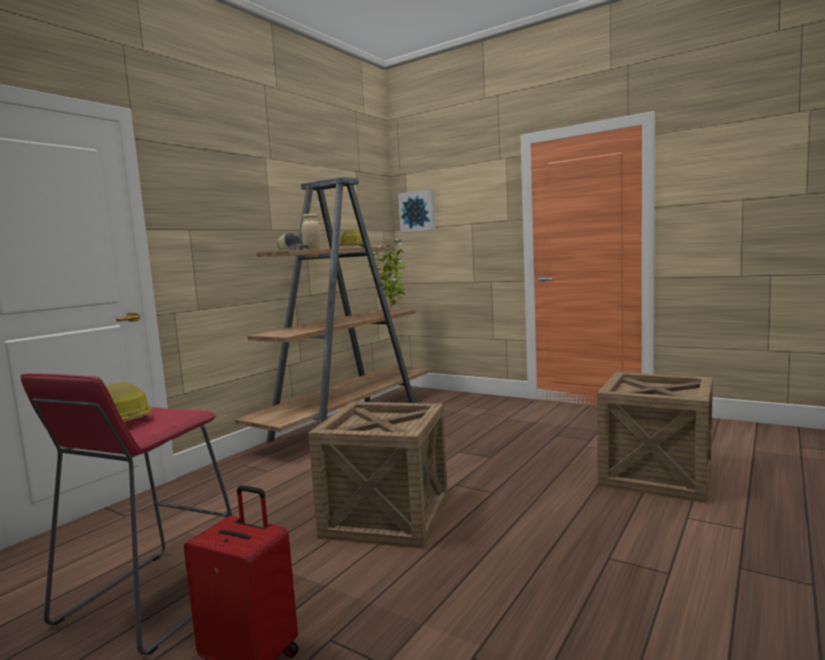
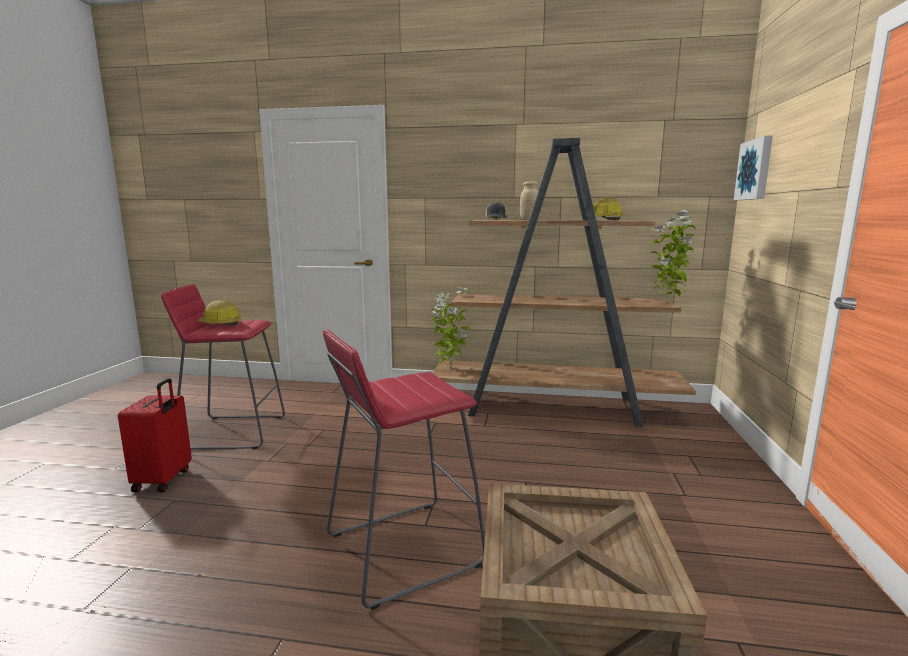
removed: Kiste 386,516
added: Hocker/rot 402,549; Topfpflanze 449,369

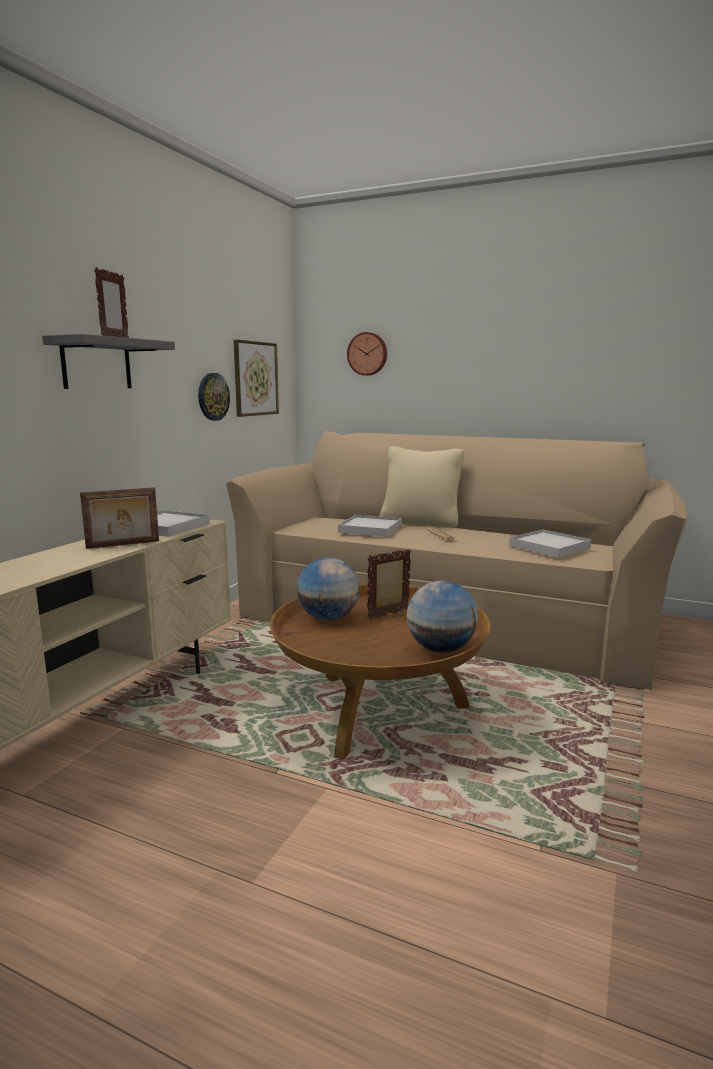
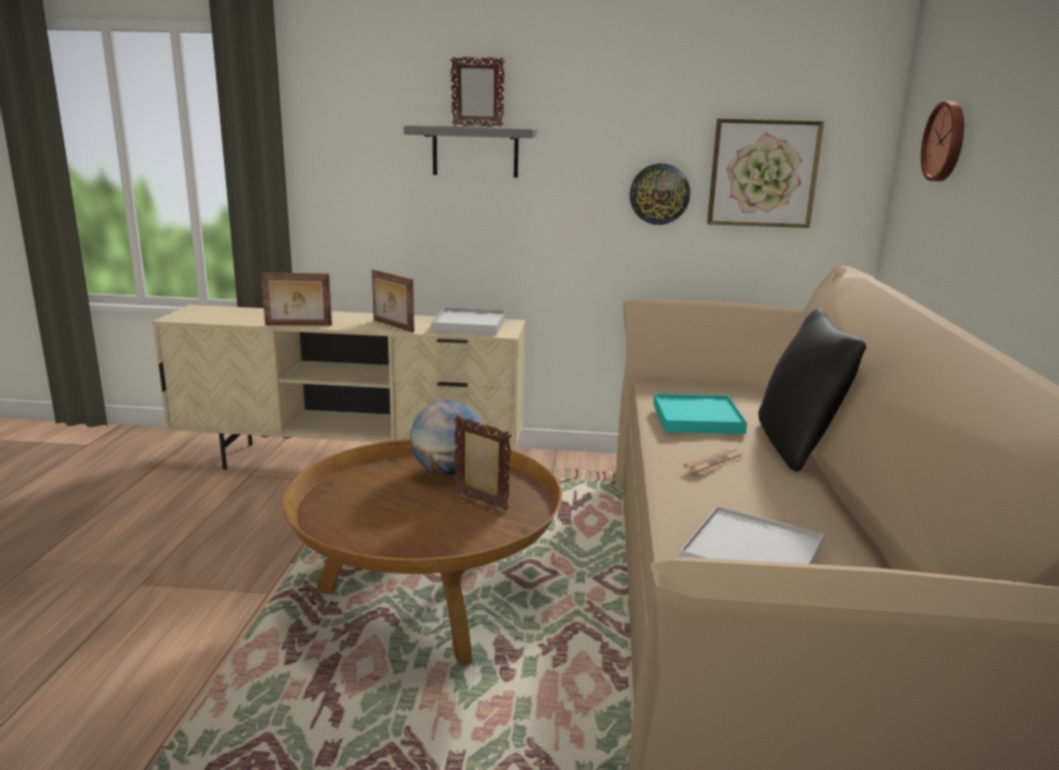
removed: Globus 441,649
added: Bilderrahmen 298,325
recoloured: Tablett/weiß 370,529 to Tablett/türkis 697,418; Kissen/beige 420,523 to Kissen/schwarz 797,446

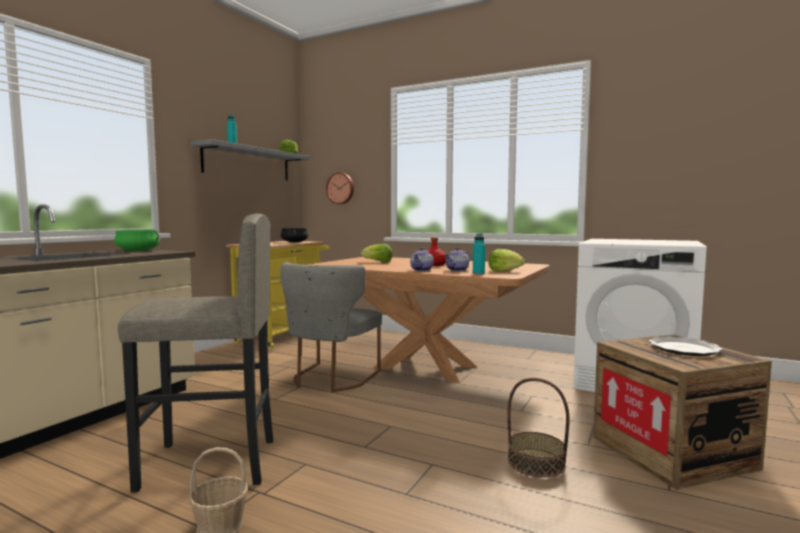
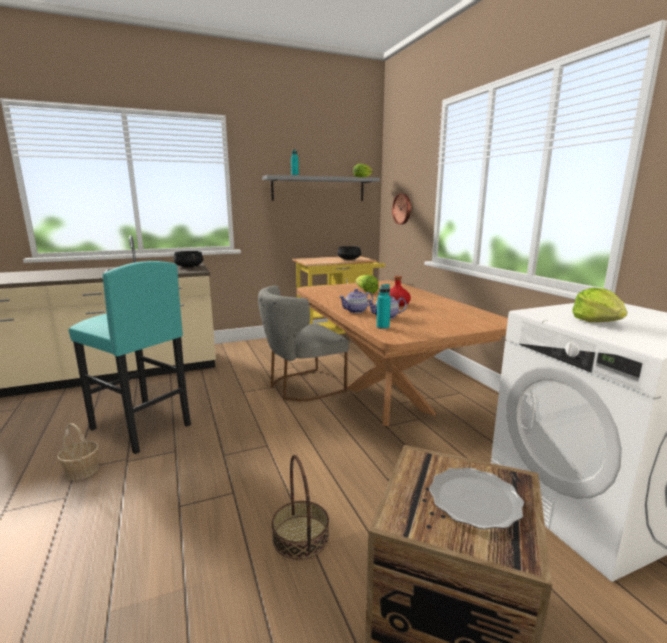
moved: Salatkopf 505,271 to 597,322
recoloured: Kochtopf/grün 138,250 to Kochtopf/schwarz 189,267; Hocker/grau 209,464 to Hocker/türkis 140,427

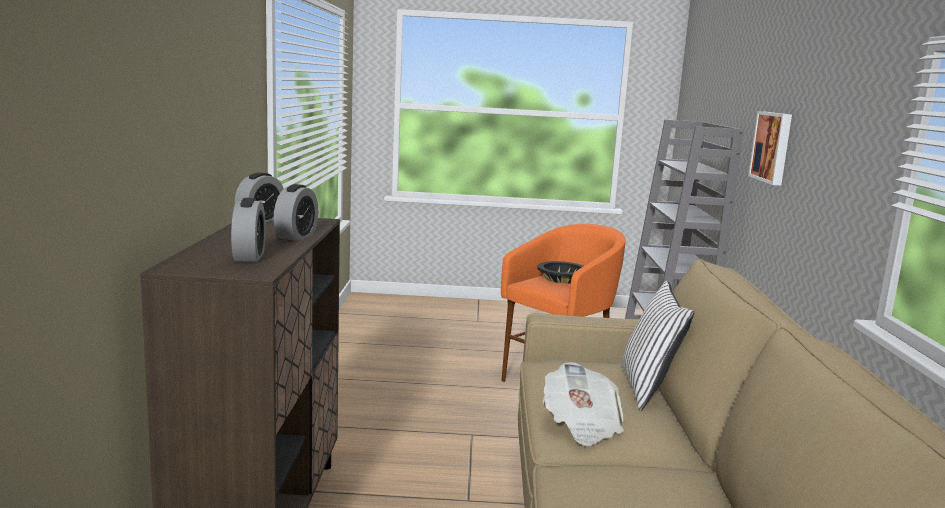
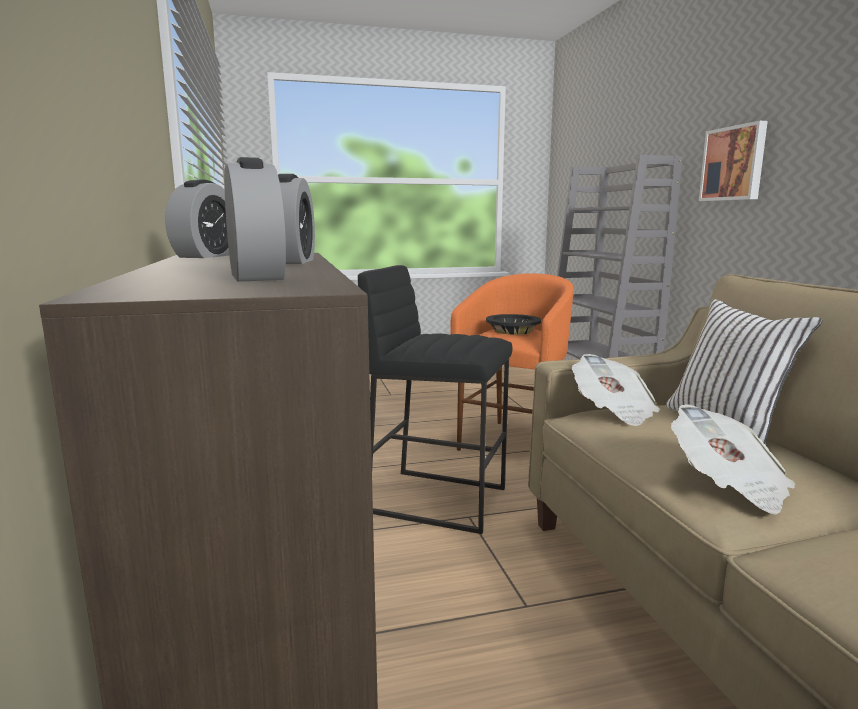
added: Hocker/schwarz 438,499; Zeitung 613,411

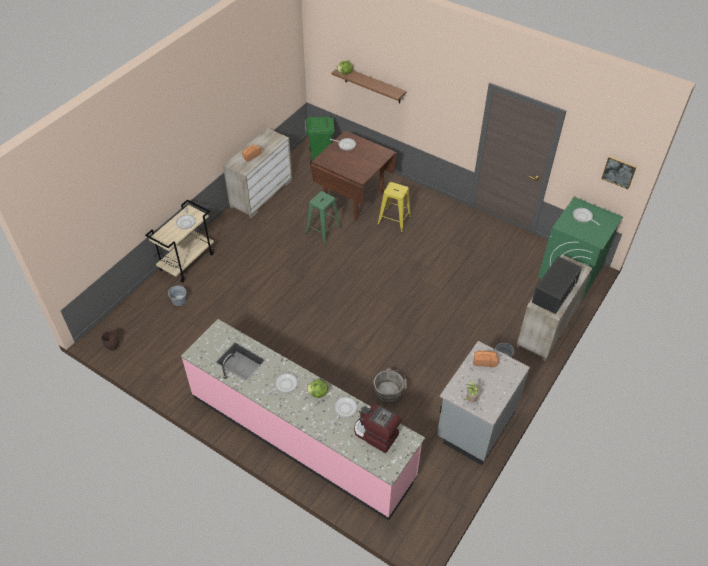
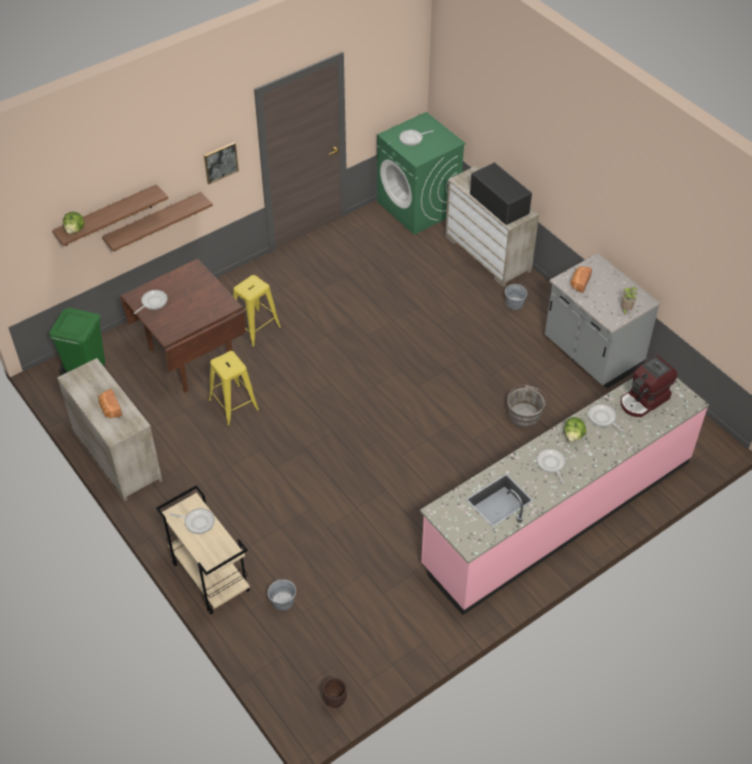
added: Wandregal 153,222
moved: Bild 619,172 to 220,162
recoloured: Hocker/grün 323,231 to Hocker/gelb 233,405

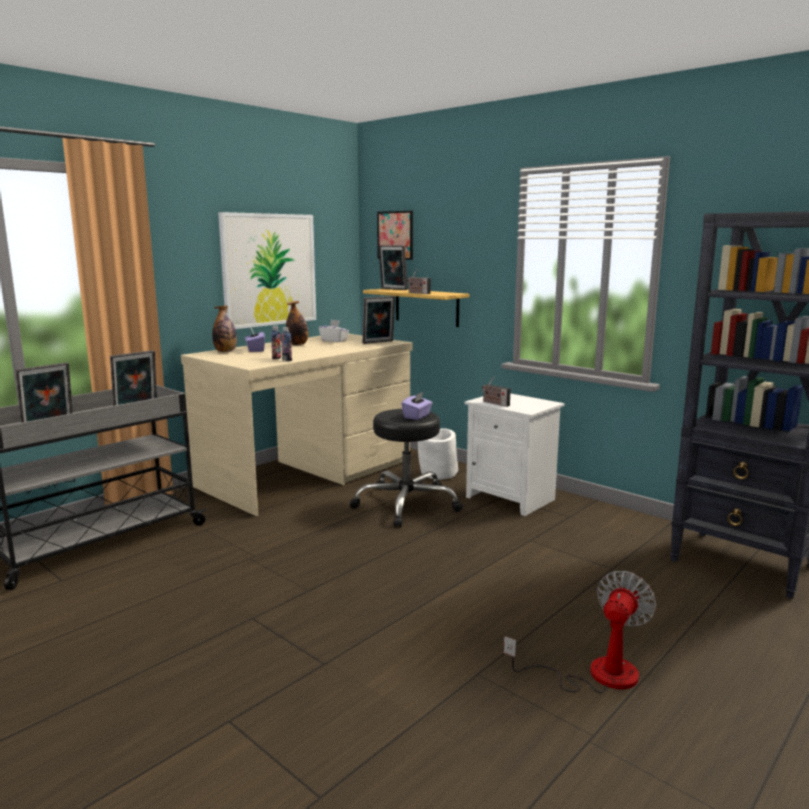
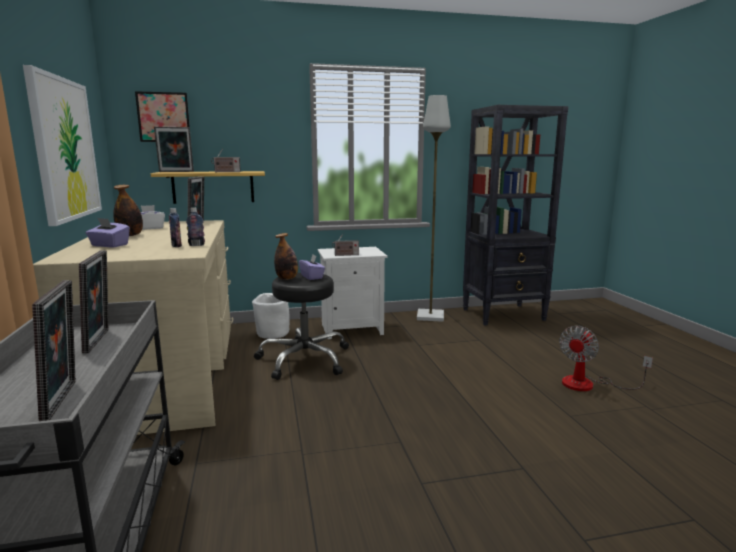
added: Stehlampe/grau 429,316
moved: Flasche 225,351 to 287,278
turned: Ventilator 596,674 = 589,384 120 degrees counterclockwise

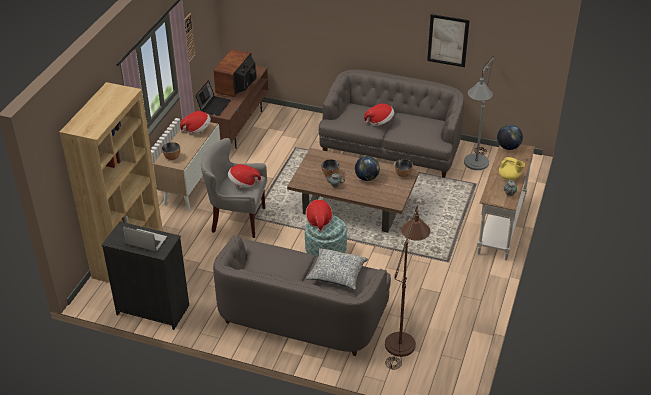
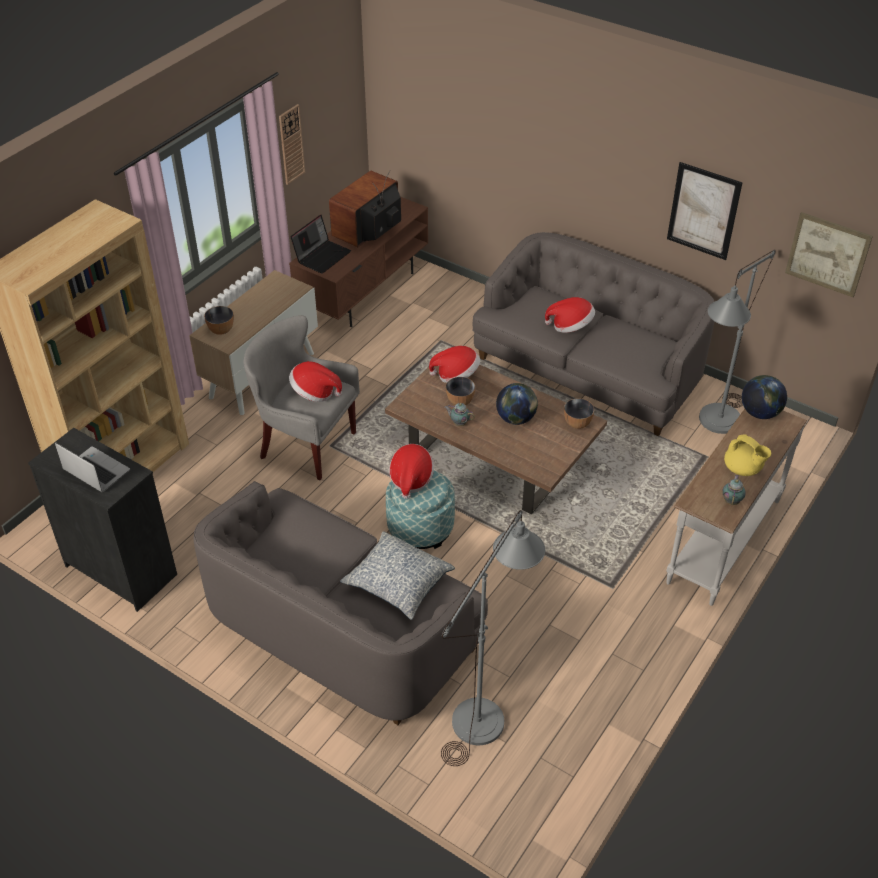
added: Bild 827,254
moved: Hut 197,130 to 456,375
recoloured: Stehlampe/braun 402,338 to Stehlampe/grau 486,711

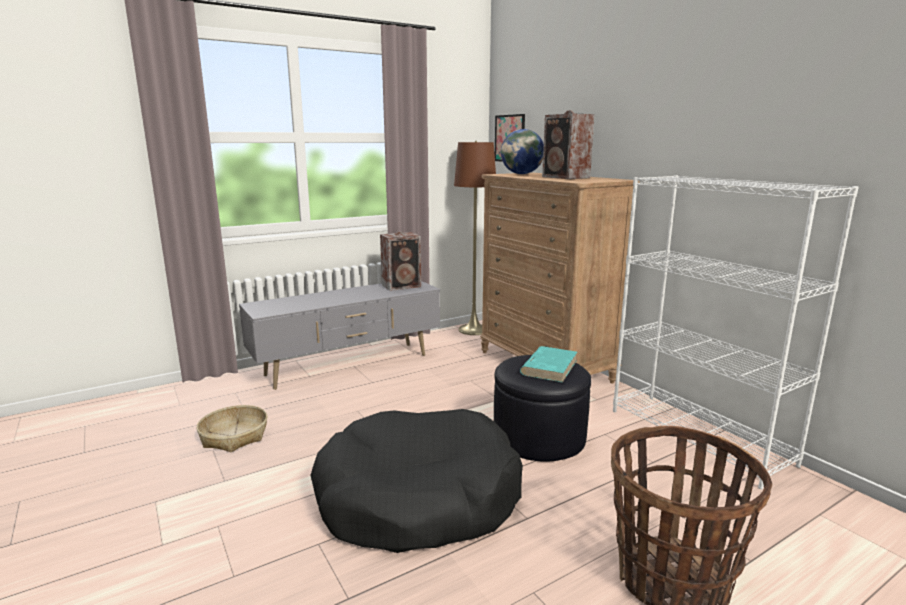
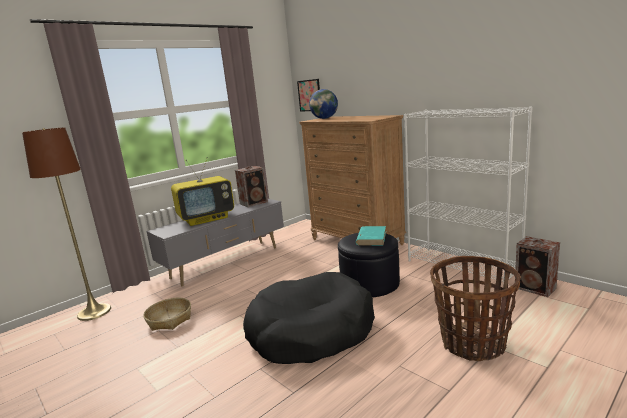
added: Fernseher 207,218
moved: Stehlampe/braun 473,330 to 94,312; Lautsprecher 566,177 to 536,288

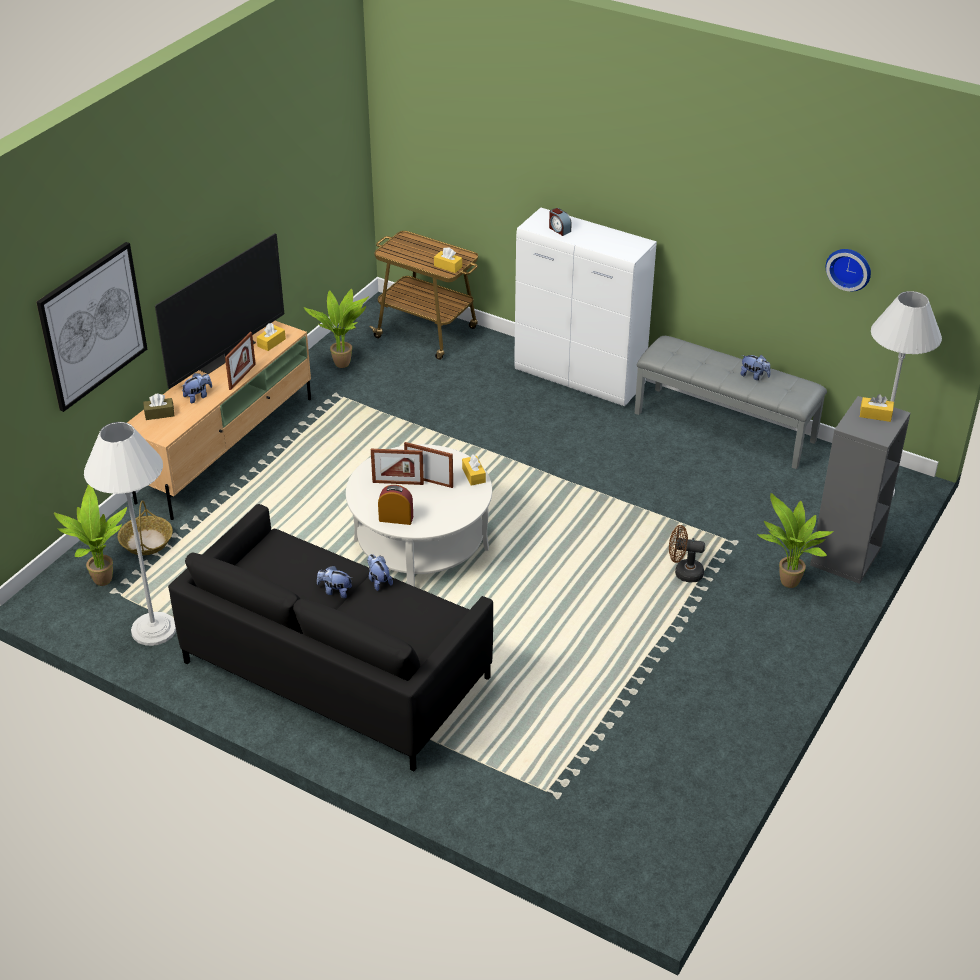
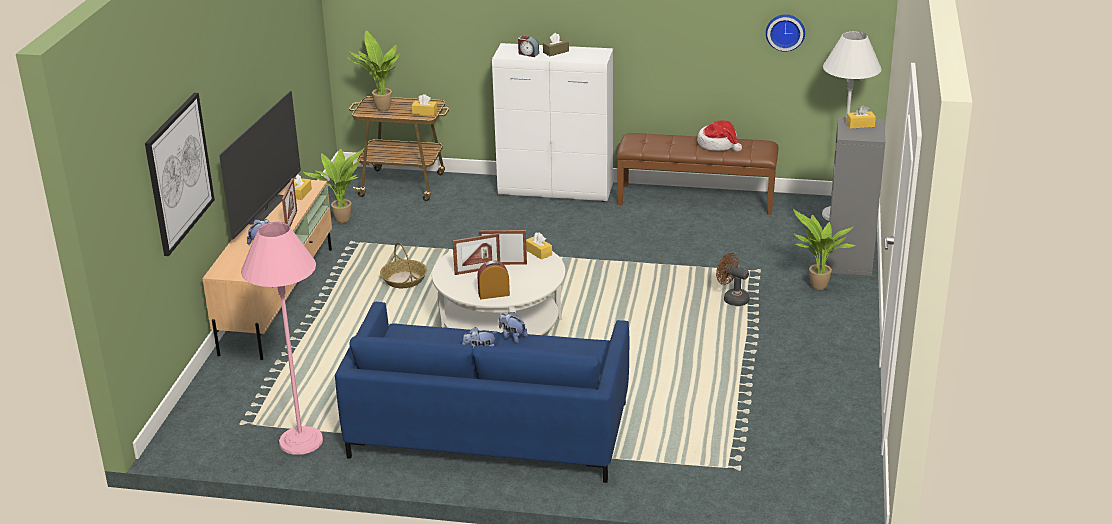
moved: Topfpflanze 100,580 to 380,109; Korb 146,542 to 404,279; Taschentuchbox/braun 159,414 to 556,52
replaced: Plüschtier 754,376 to Hut 718,144
recoloured: Stehlampe/weiß 154,629 to Stehlampe/rosa 301,441; Sofa/schwarz 337,669 to Sofa/blau 489,429; Bank/grau 725,426 to Bank/braun 696,199
turned: Ventilator/braun 684,572 = 732,299 45 degrees clockwise

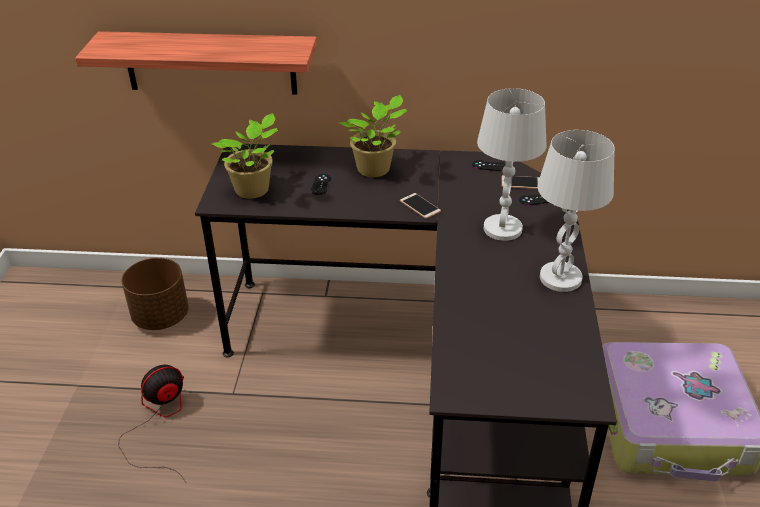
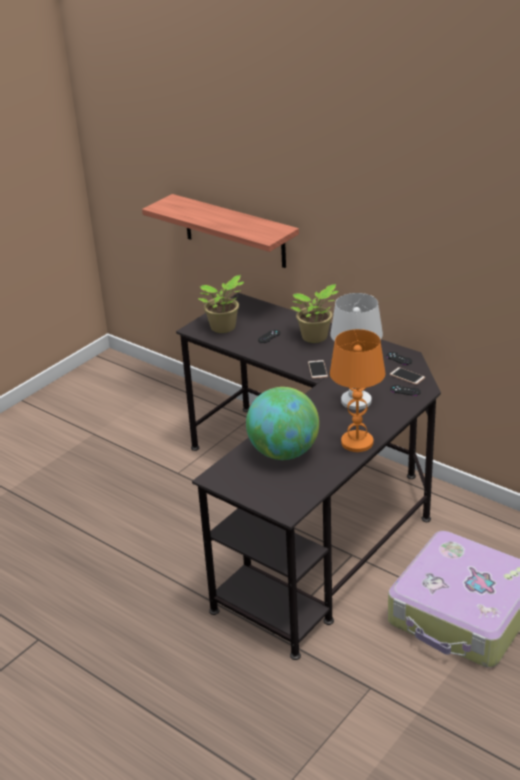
removed: Ventilator 159,422; Pflanzkübel/braun 161,317
added: Globus 283,452
recoloured: Tischlampe/weiß 560,278 to Tischlampe/orange 357,442

